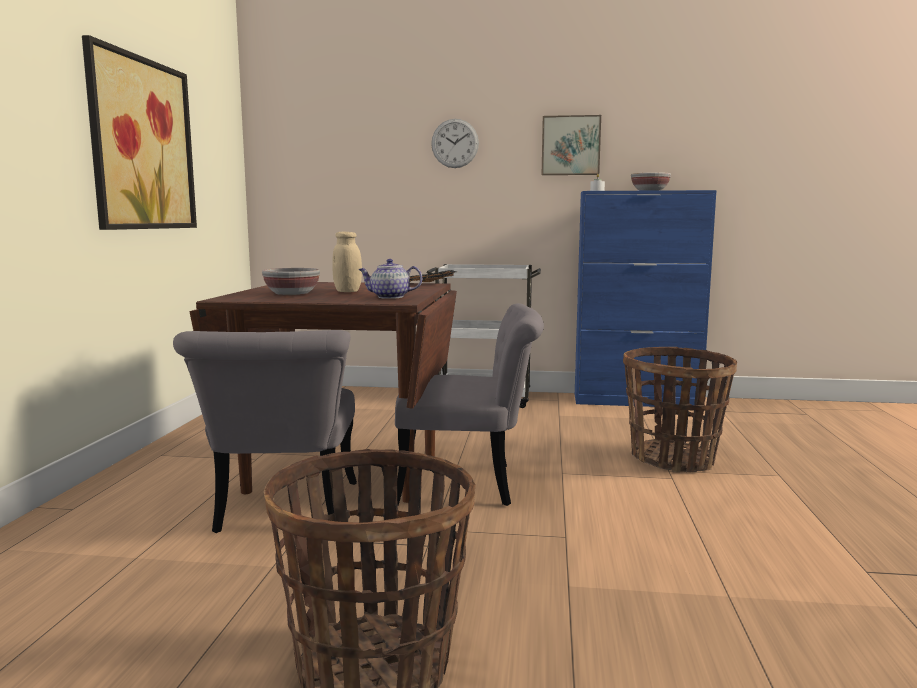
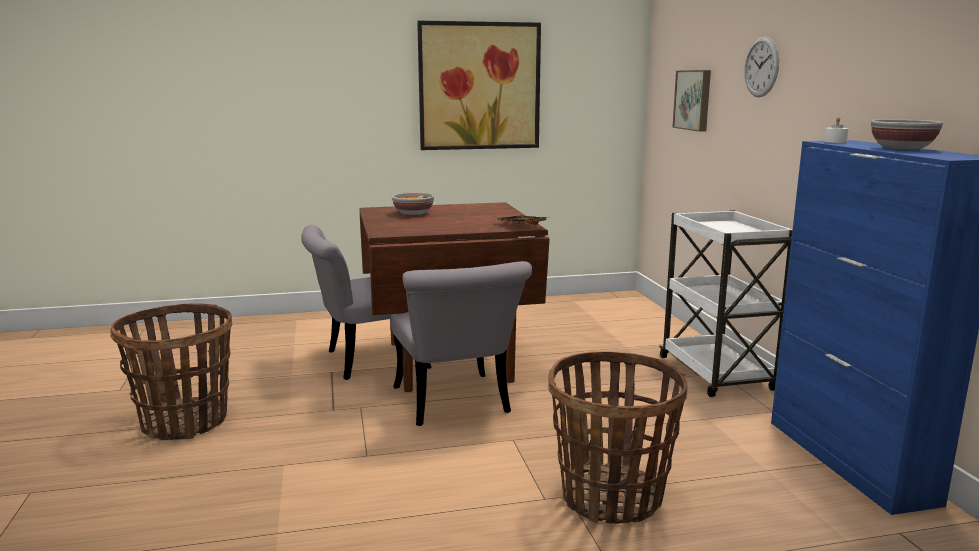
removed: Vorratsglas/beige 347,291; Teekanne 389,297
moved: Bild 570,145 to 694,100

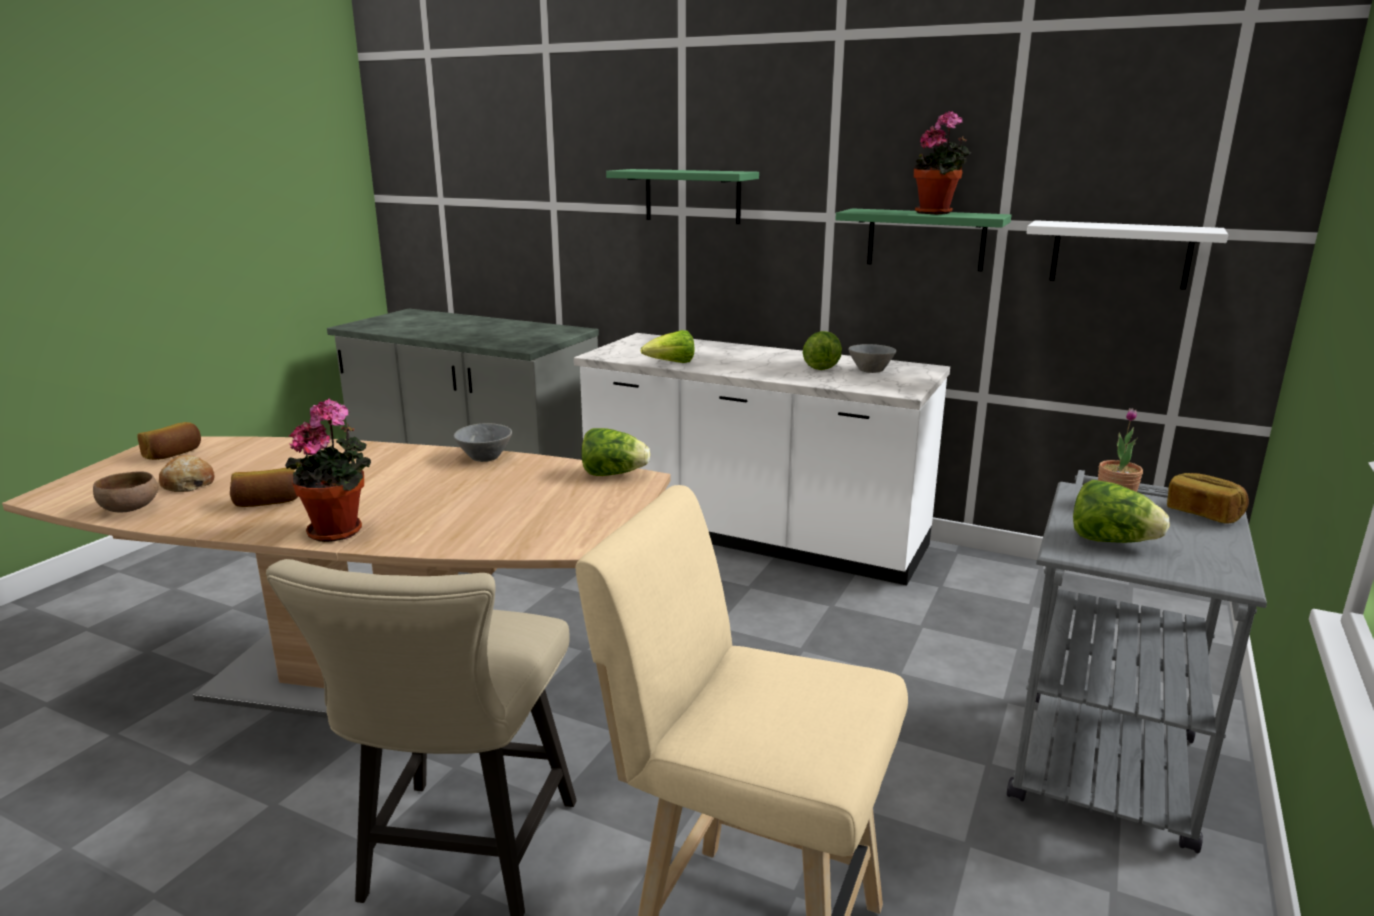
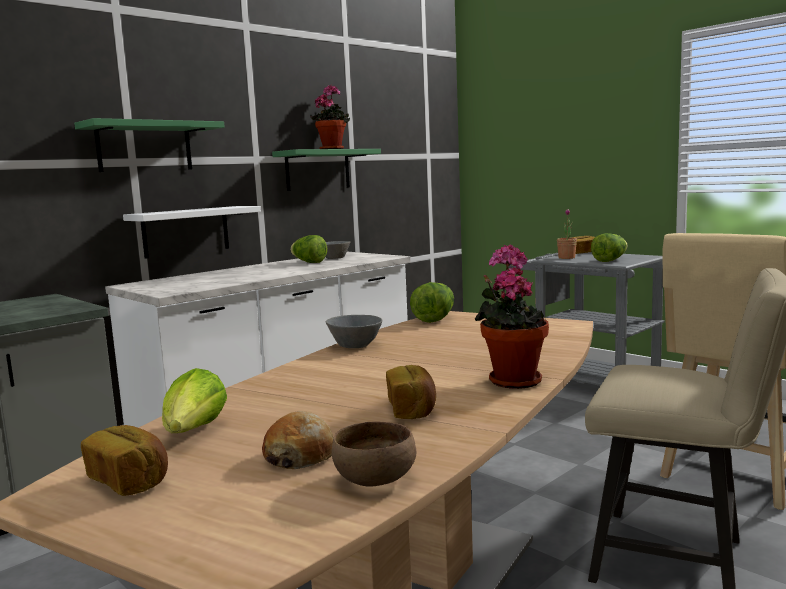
moved: Salatkopf 671,363 to 194,432; Wandregal/weiß 1120,254 to 186,231

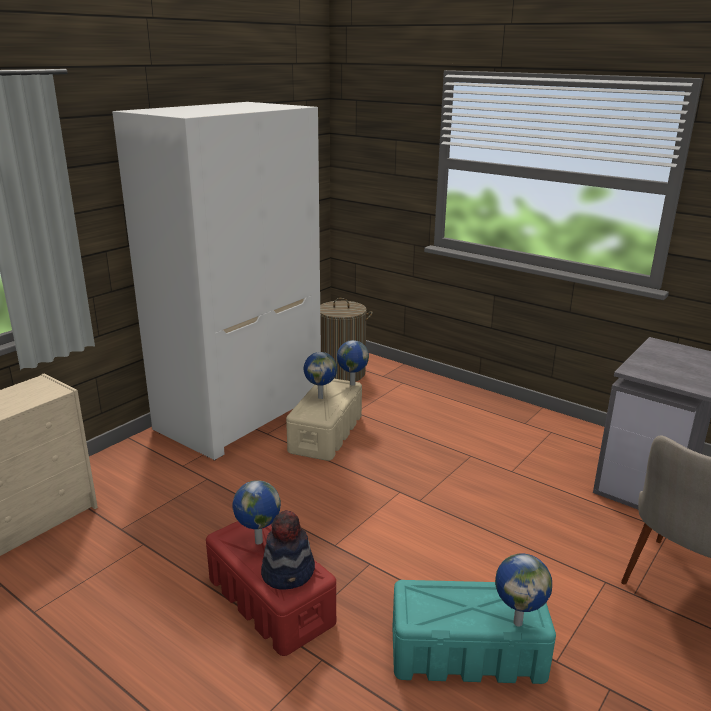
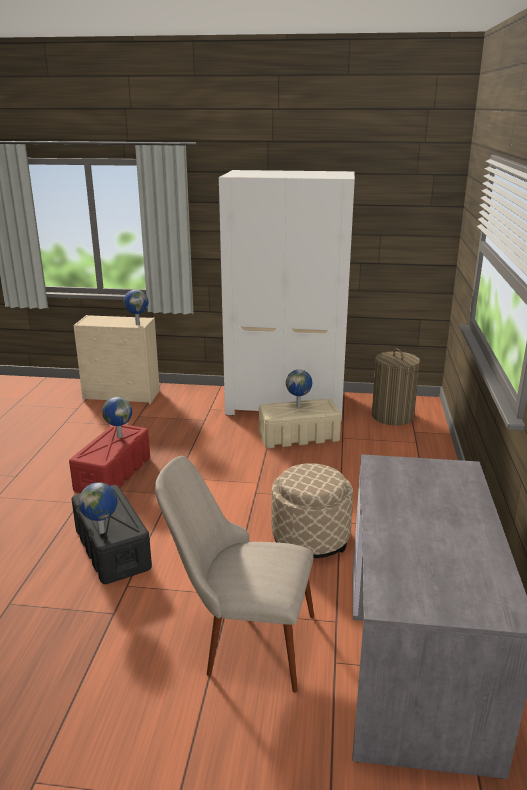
removed: Hut 289,572
added: Polsterhocker/beige 310,538
moved: Globus 351,384 to 137,324
recoloured: Aufbewahrungsbox/türkis 468,653 to Aufbewahrungsbox/schwarz 112,549

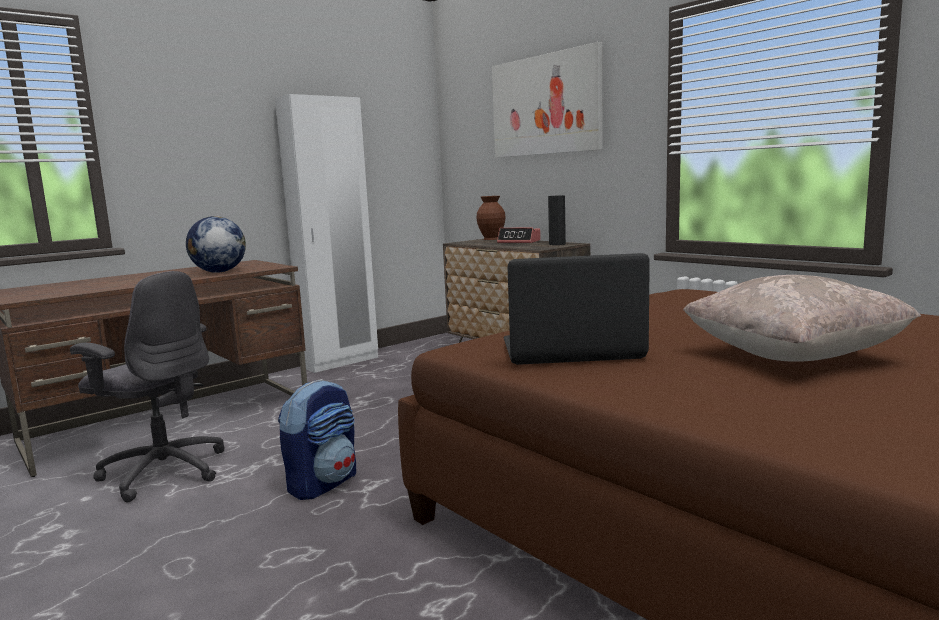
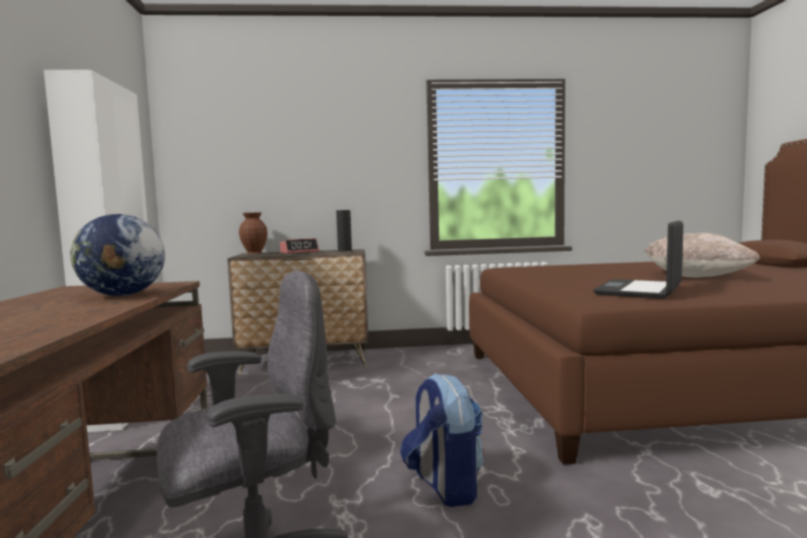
removed: Bild 545,105

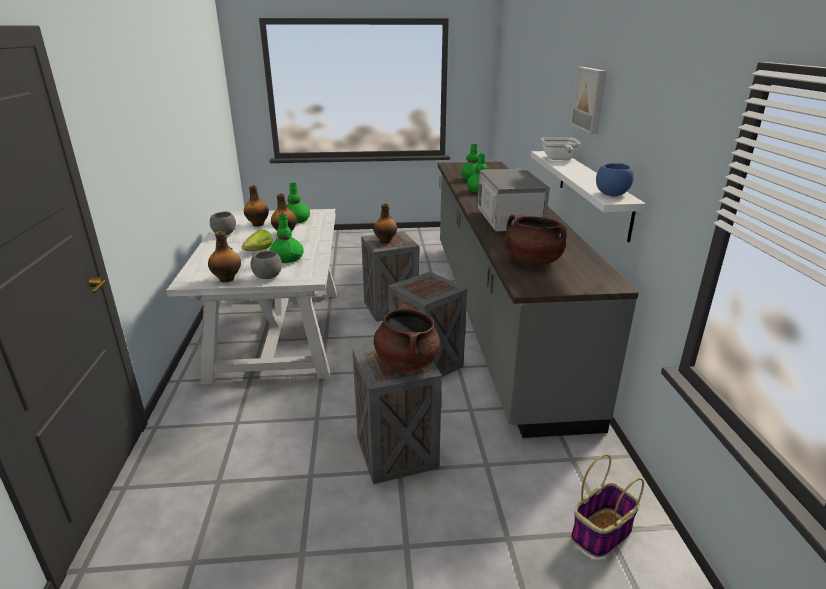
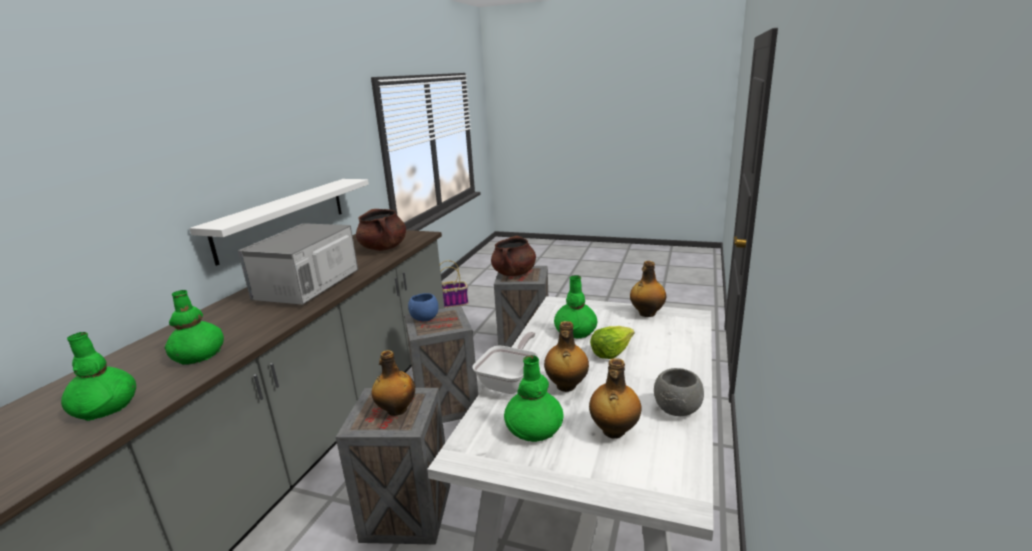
removed: Schüssel/grau 268,276; Bild 590,99
moved: Pfanne 559,159 to 510,381; Schüssel/blau 611,194 to 425,319

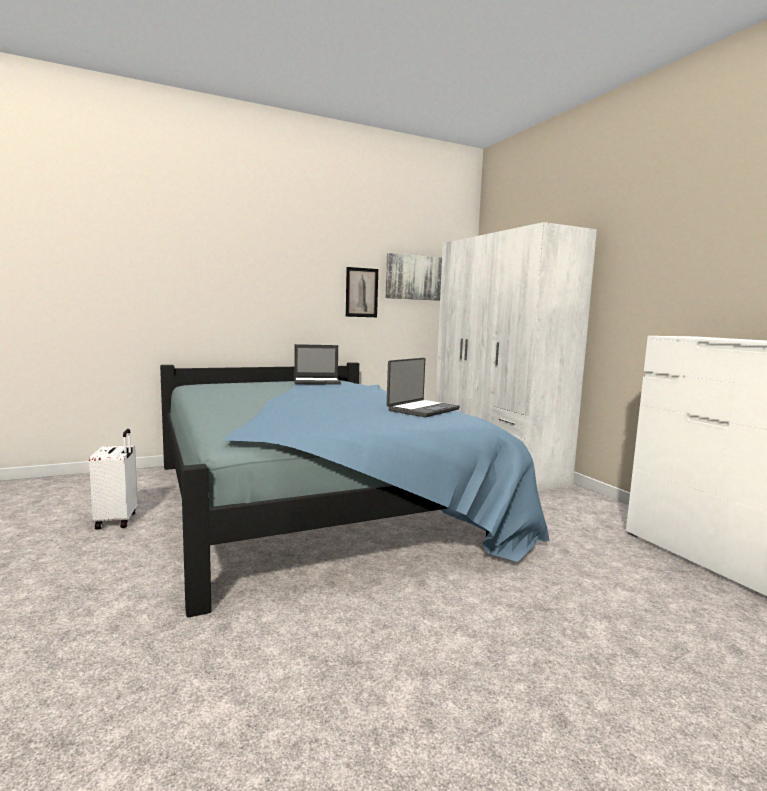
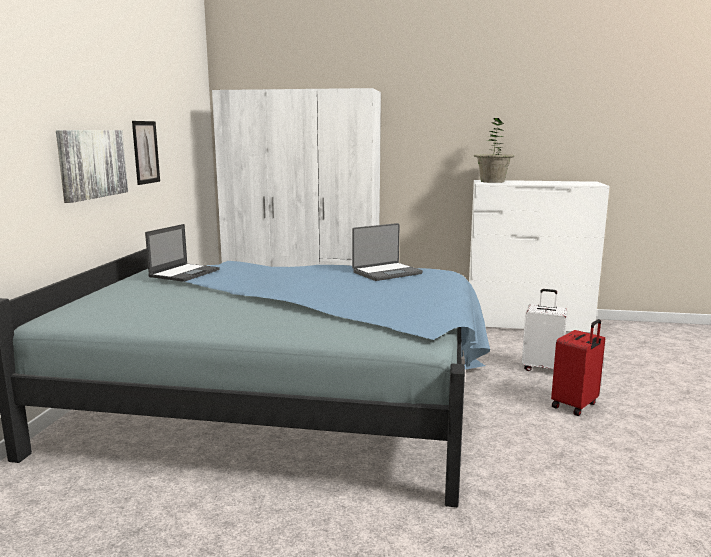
added: Topfpflanze 492,181; Koffer/rot 575,405
moved: Koffer/weiß 118,520 to 542,368; Bild 415,277 to 92,164
turned: Laptop 422,409 = 386,273 75 degrees clockwise

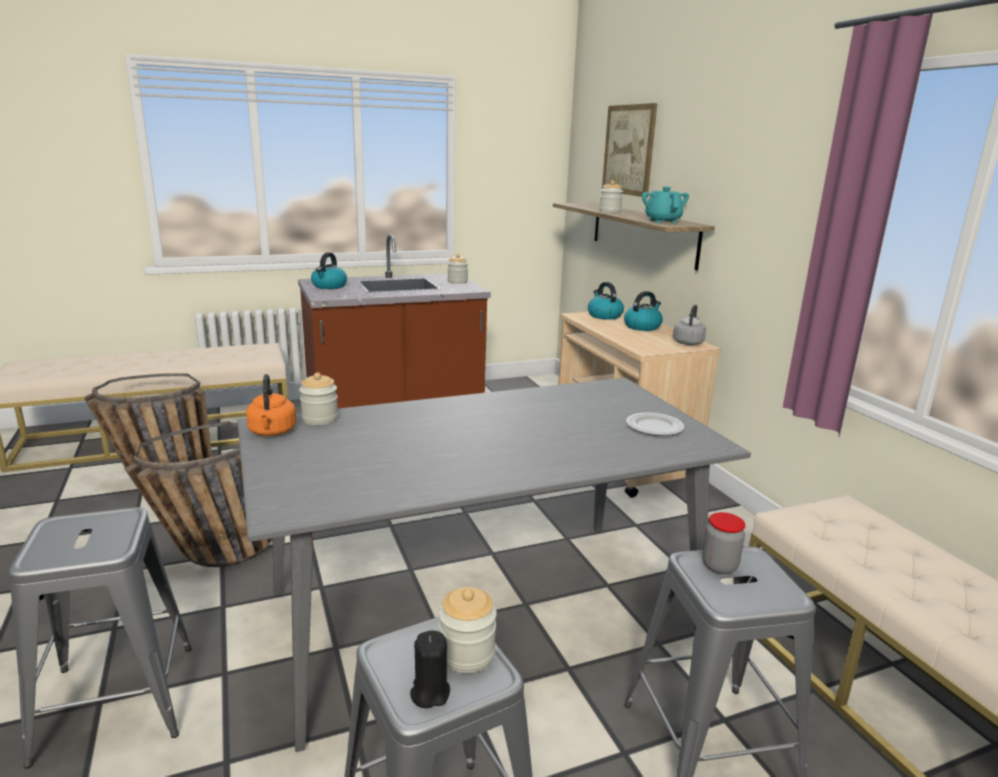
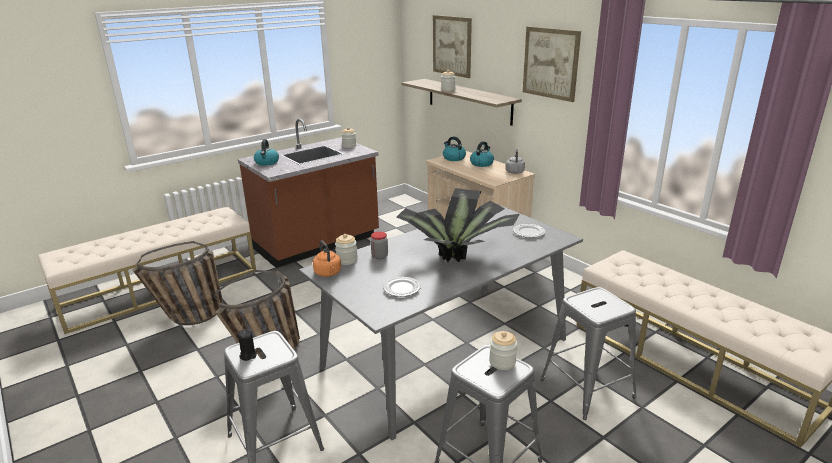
removed: Teekanne/türkis 662,221
added: Teller 402,289; Topfpflanze 458,255; Bild 550,63
moved: Kerze/schwarz 430,693 to 248,355; Vorratsglas 719,566 to 379,256

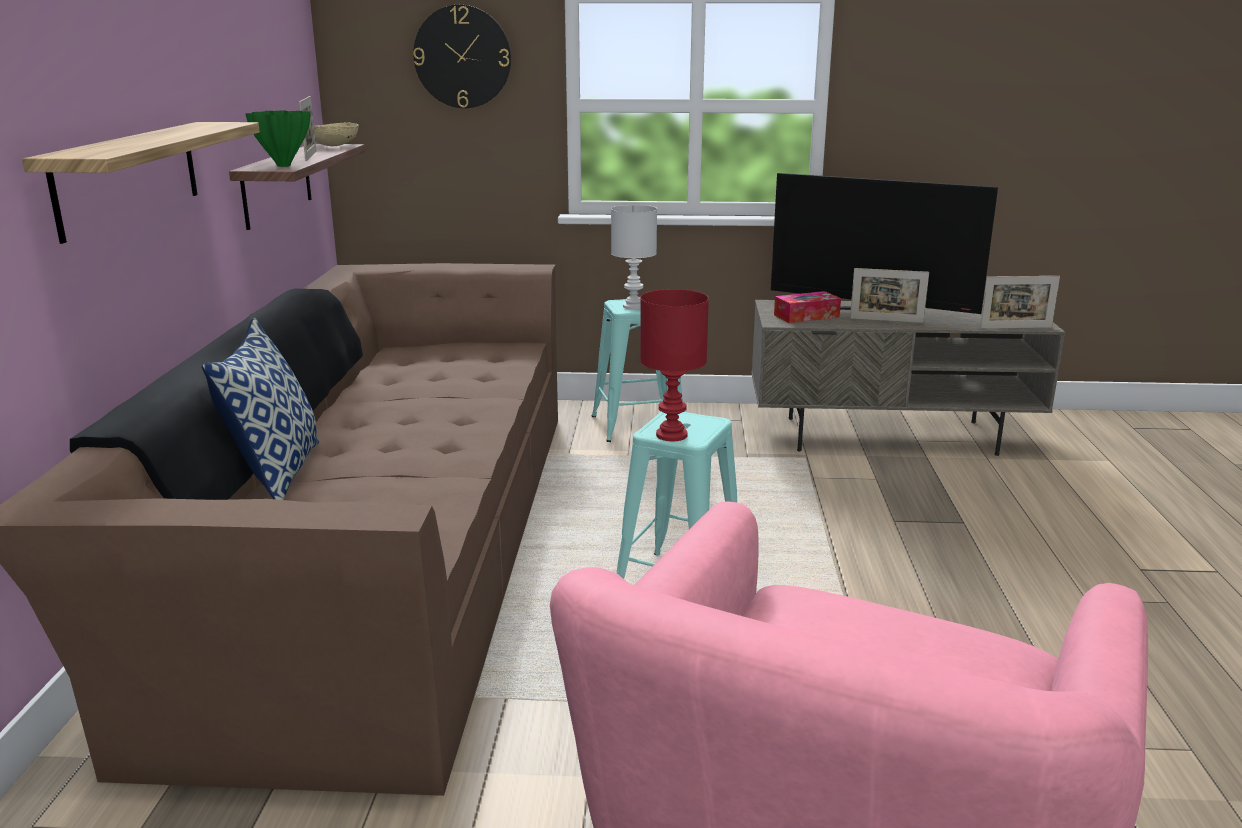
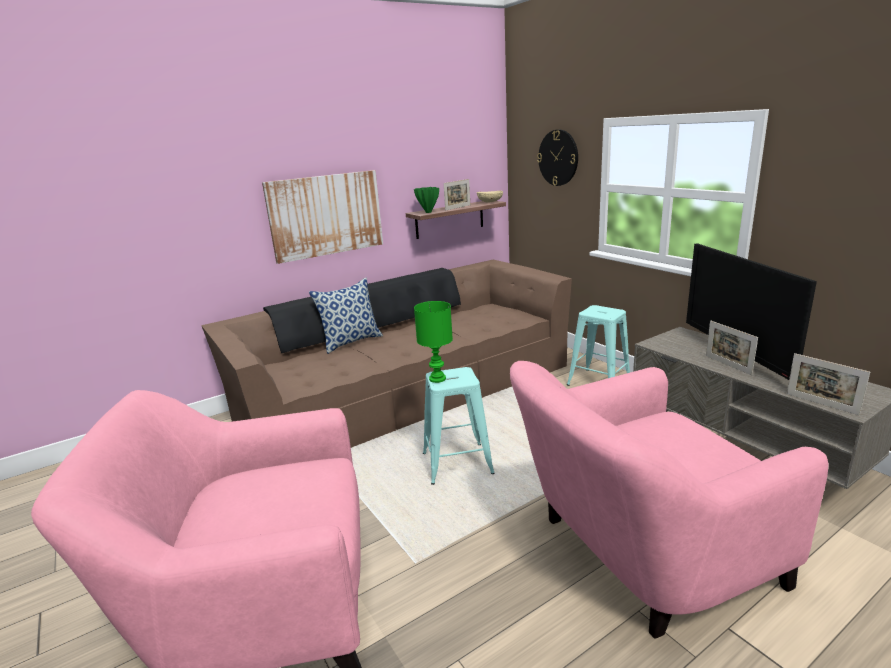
removed: Tischlampe/weiß 634,306; Taschentuchbox 806,316
added: Sessel/rosa 639,552
replaced: Wandregal 129,177 to Bild 326,215
recoloured: Tischlampe/rot 672,435 to Tischlampe/grün 438,379

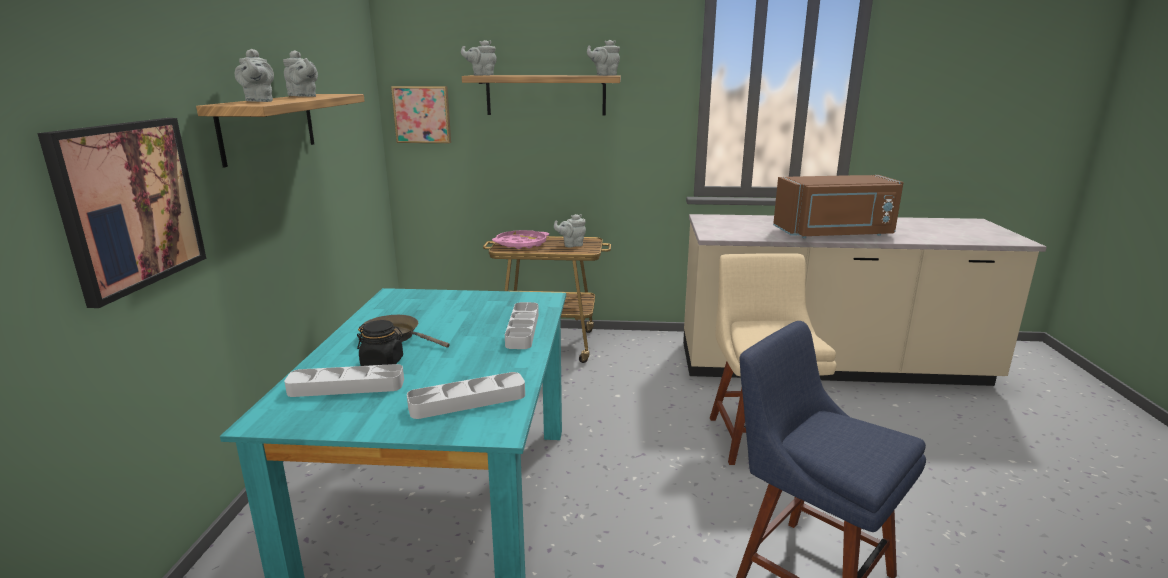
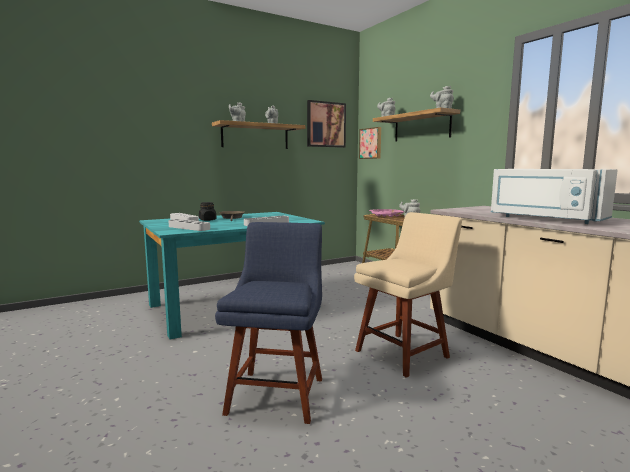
moved: Bild 129,205 to 326,124
recoloured: Mikrowelle/braun 835,234 to Mikrowelle/weiß 545,219

